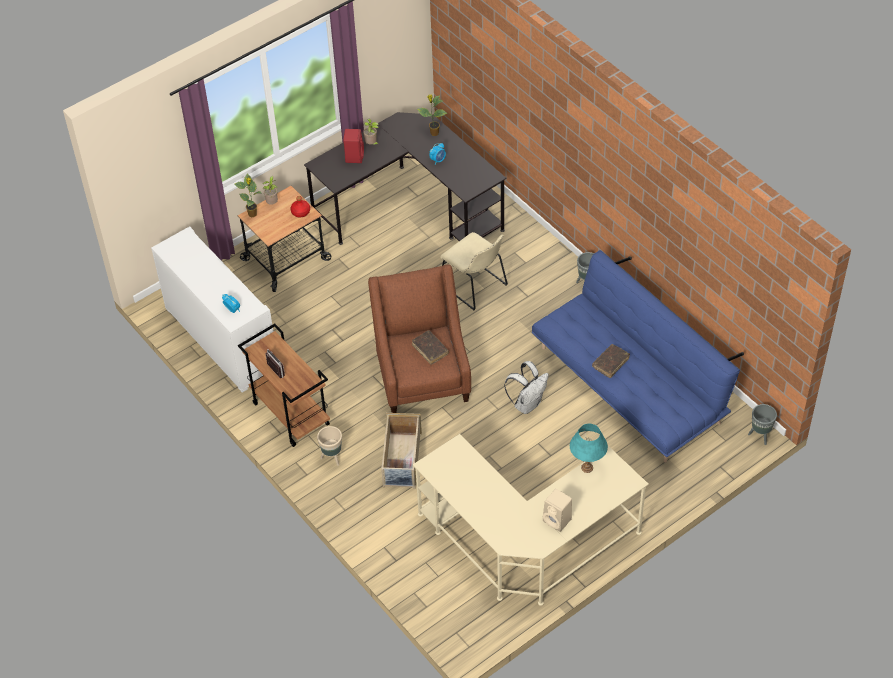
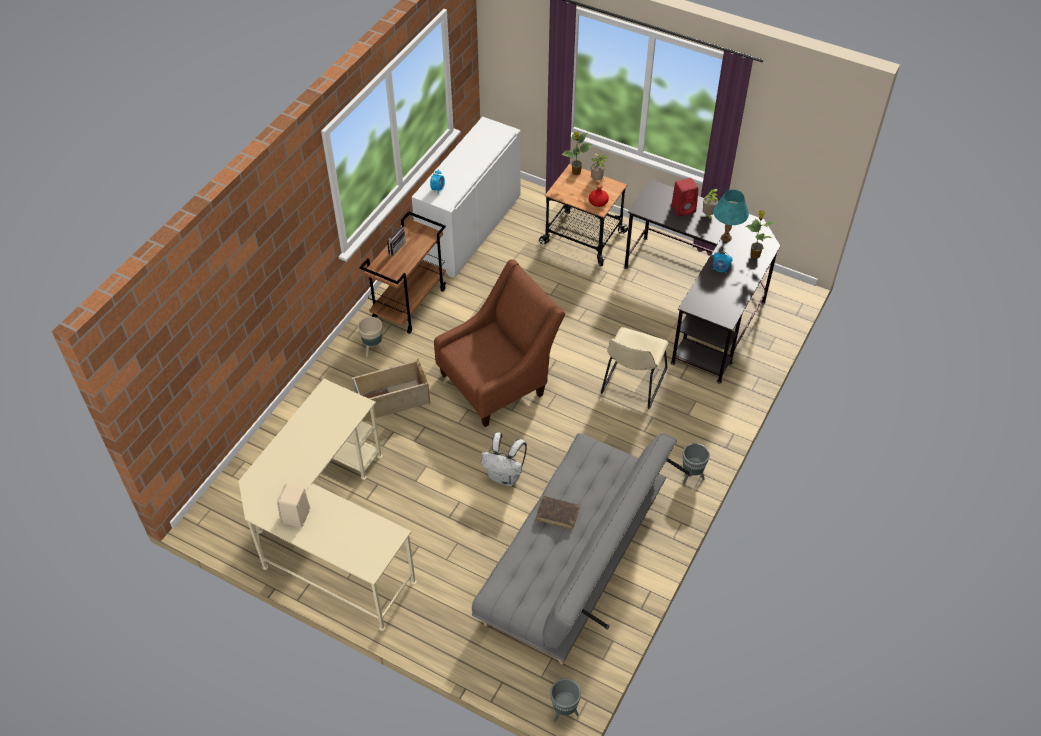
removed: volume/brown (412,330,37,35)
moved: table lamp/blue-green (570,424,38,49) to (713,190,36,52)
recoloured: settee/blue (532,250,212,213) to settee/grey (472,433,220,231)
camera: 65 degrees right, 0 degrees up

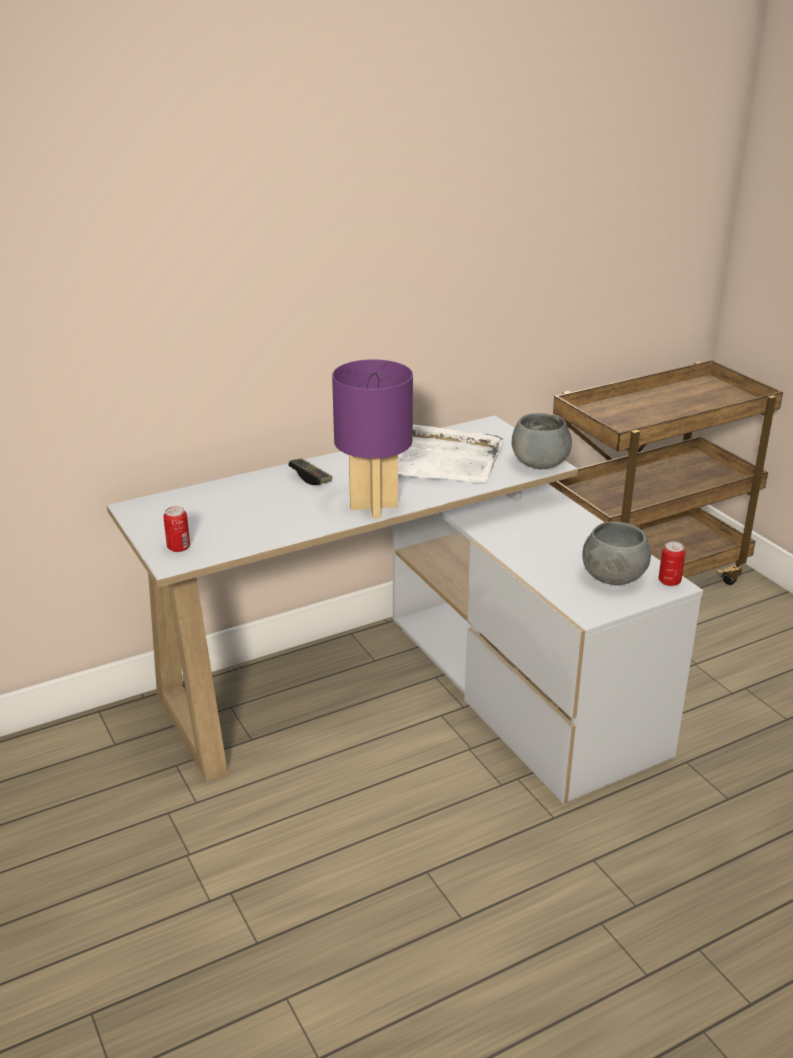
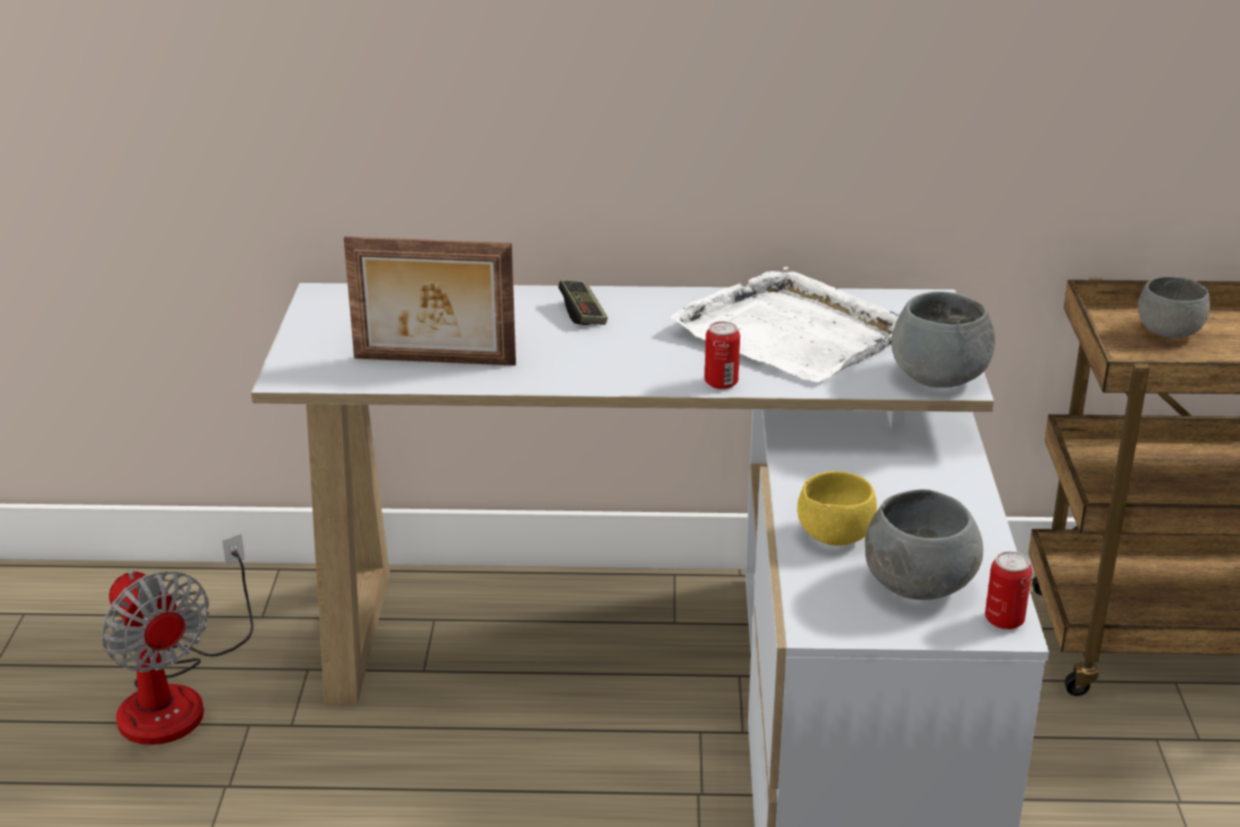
removed: table lamp/purplish (332,359,81,160)
added: electric fan (101,534,153,211); picture frame (344,237,172,129); bowl/yellow (797,471,80,75); bowl/grey (1138,276,72,62)
moved: metal can (163,506,27,46) to (705,321,35,69)
camera: 30 degrees right, 0 degrees up

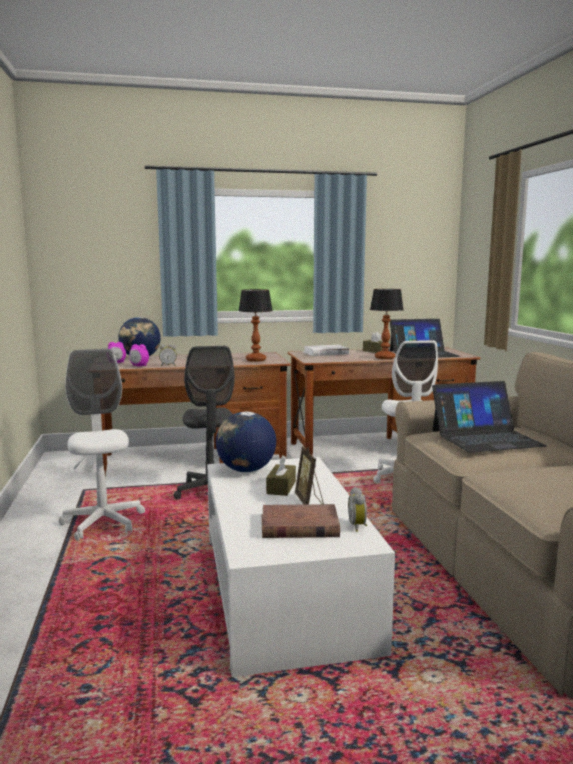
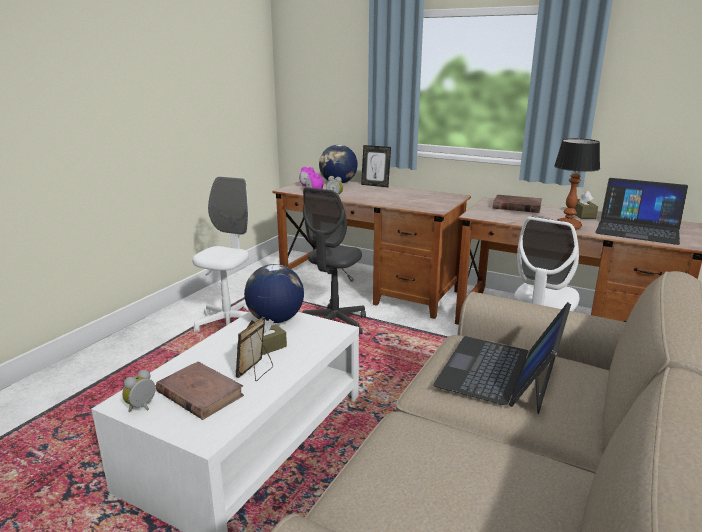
removed: table lamp (238,289,35,73)
added: picture frame (361,145,30,42)
moved: alarm clock (348,487,19,45) to (122,369,33,43)
recoloured: volume/white (303,345,46,11) to volume/brown (493,195,49,18)
turned: notebook computer (432,381,115,72) = (433,302,138,112) 90 degrees clockwise
camera: 40 degrees right, 10 degrees up

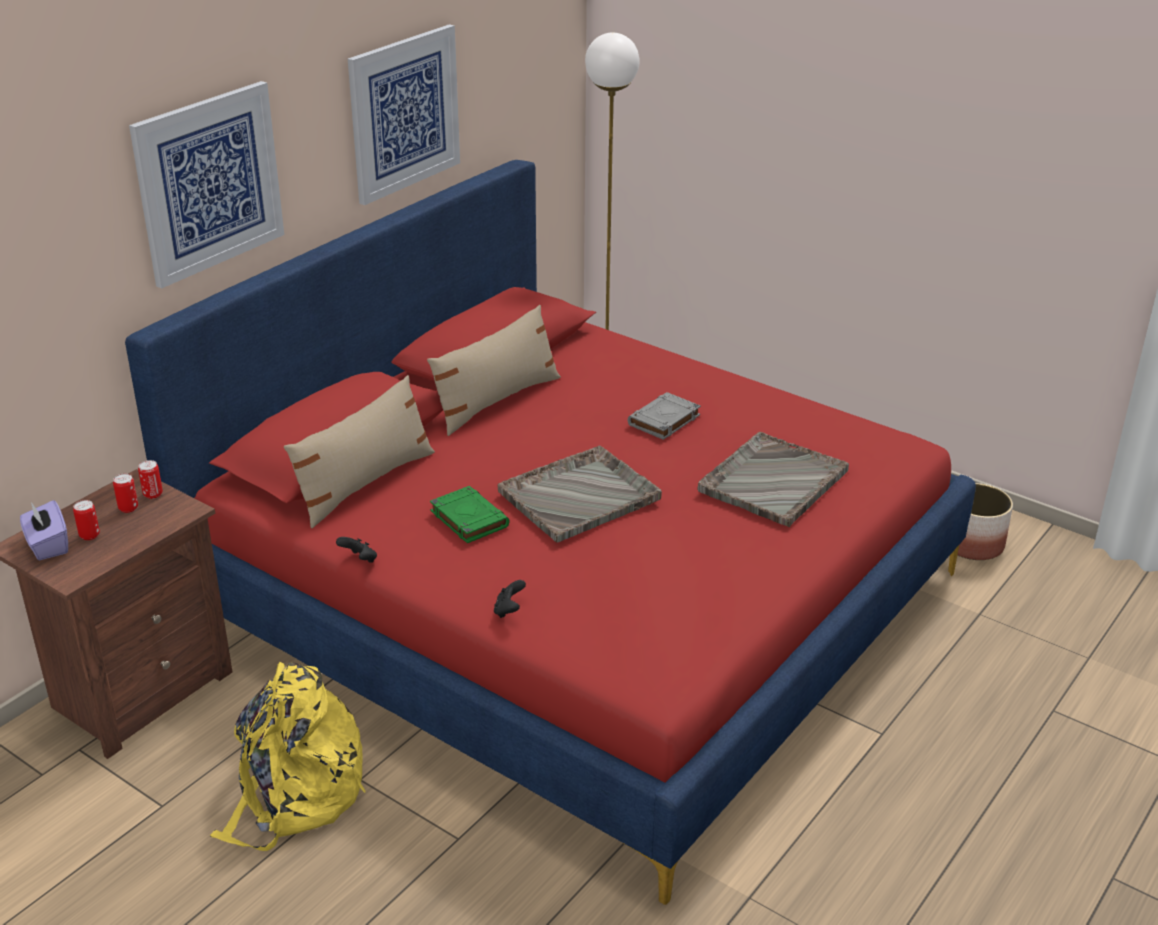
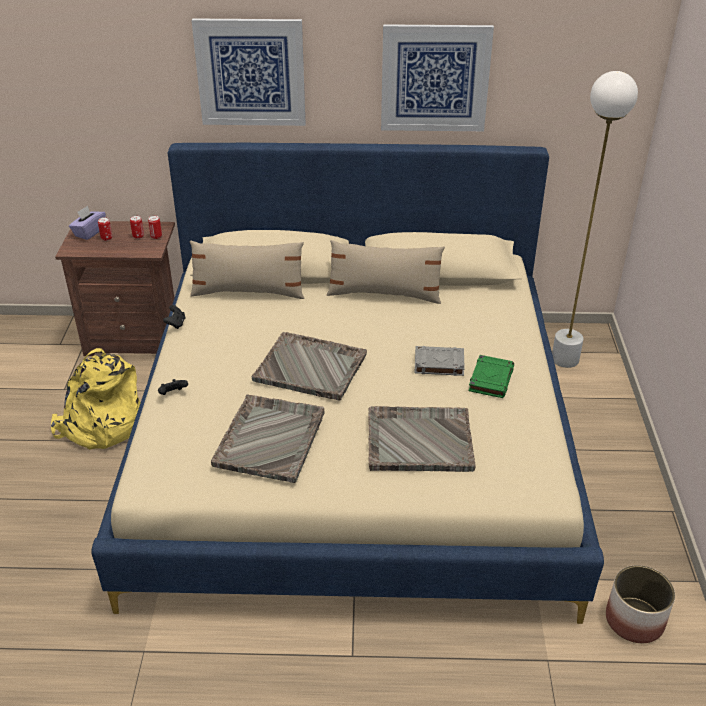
added: serving tray/grey (211,395,114,88)
moved: volume/green (430,486,80,57) to (469,355,45,43)
recoloured: bedroom bed/red (125,160,851,745) to bedroom bed/beige (91,143,513,481)
camera: 55 degrees right, 5 degrees up

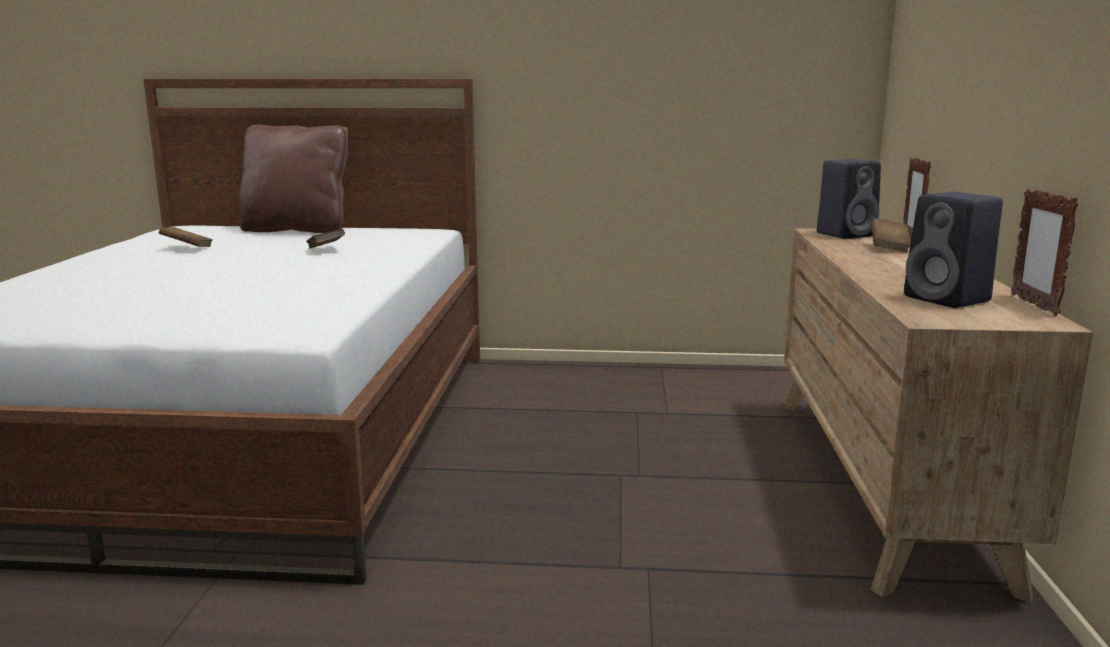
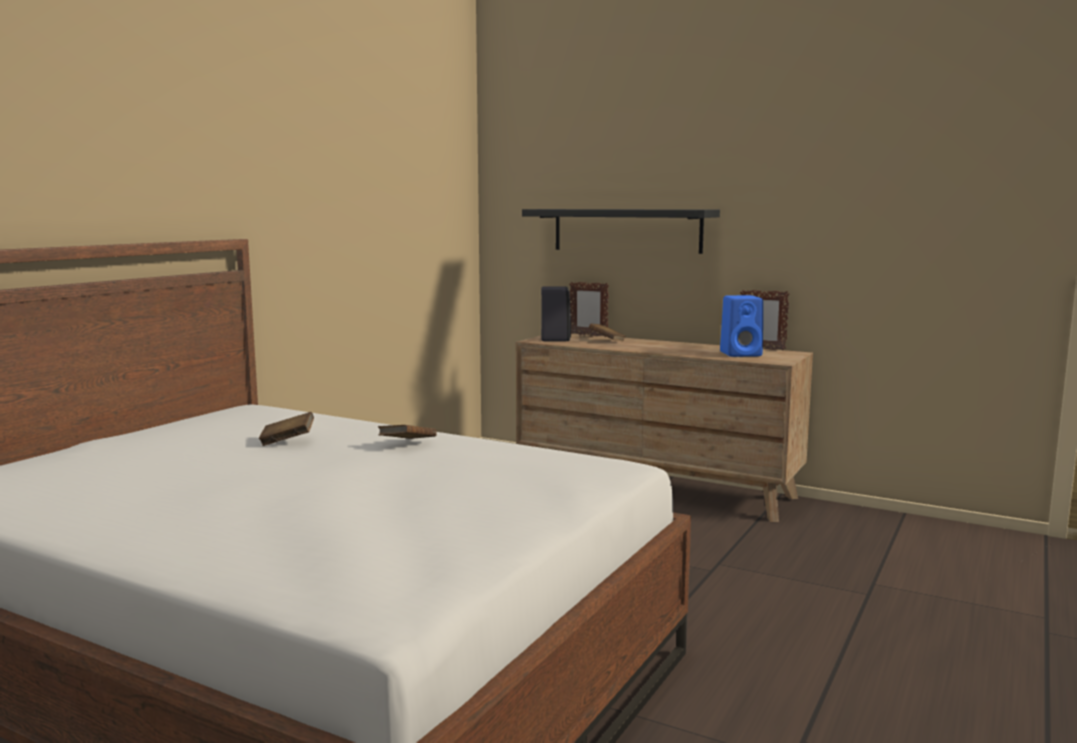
removed: throw pillow/brown (239,125,110,108)
added: wall shelf/black (522,209,198,45)
moved: volume/brown (159,227,54,20) to (378,425,59,14)
recoloured: loudspeaker/black (904,192,99,116) to loudspeaker/blue (720,295,43,62)
camera: 65 degrees left, 5 degrees down

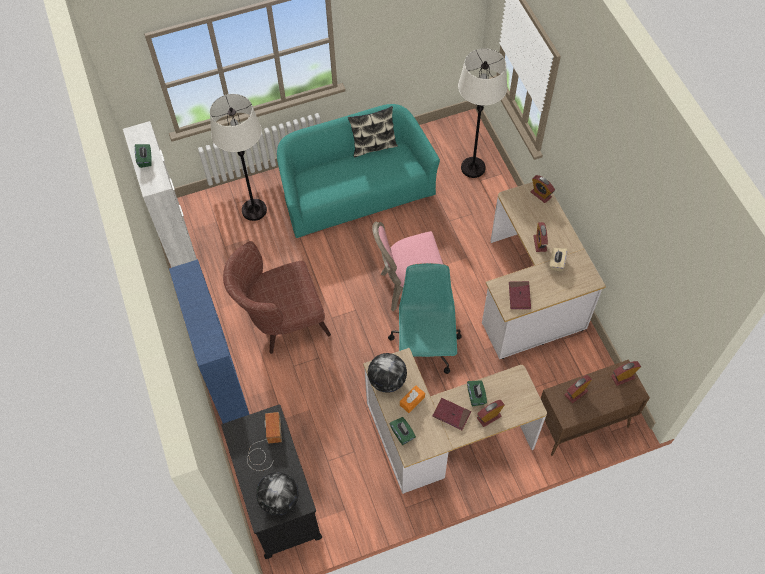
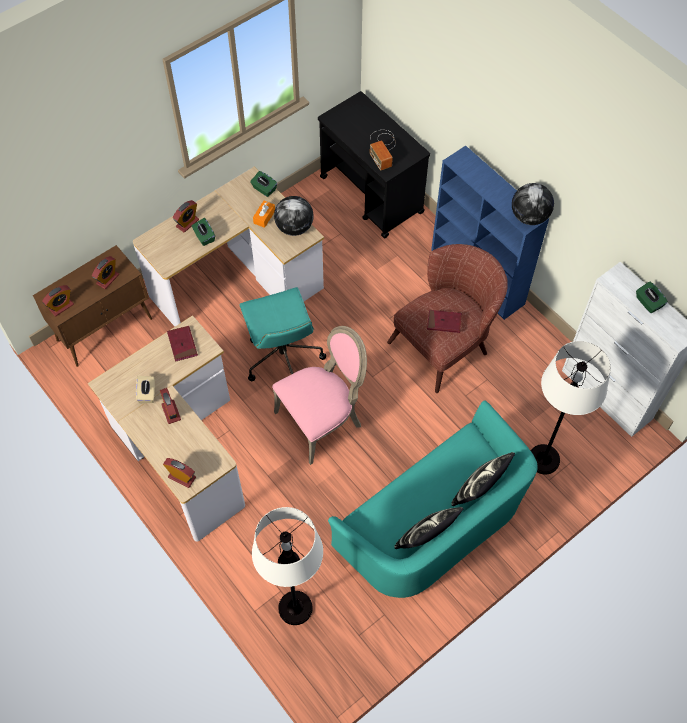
added: throw pillow (451,452,64,54)
moved: volume/red (433,398,38,32) to (427,310,35,23); desk globe (256,472,42,43) to (512,183,42,42)
camera: 160 degrees right, 0 degrees up

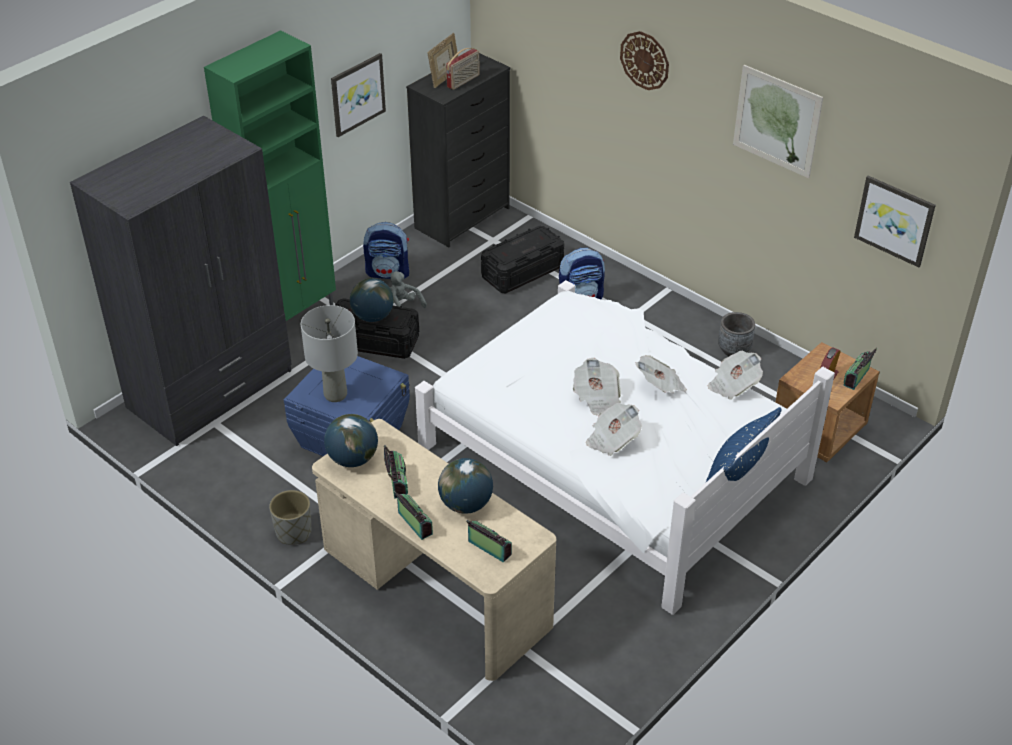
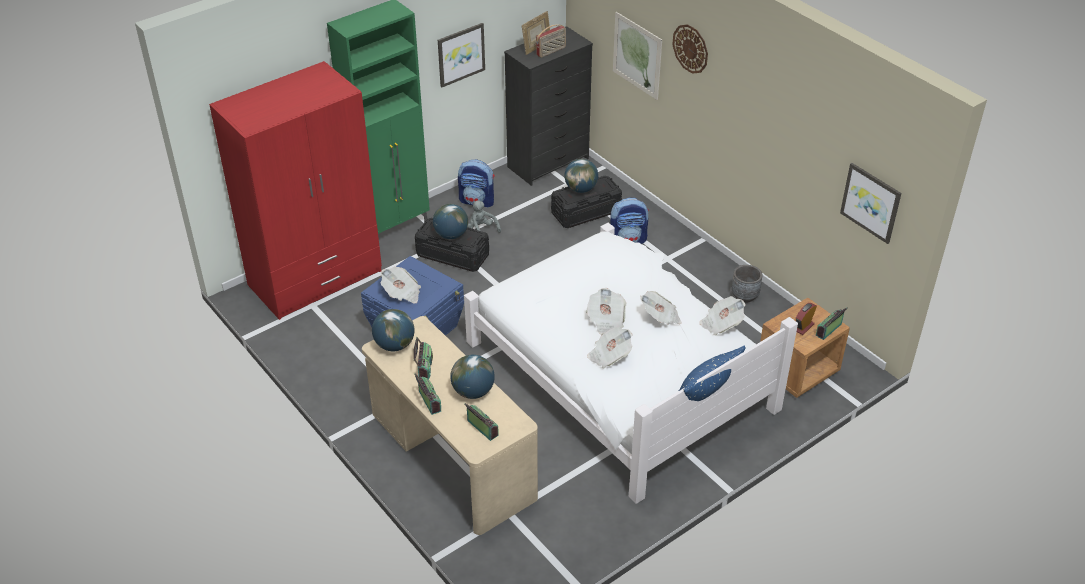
removed: plant pot/grey (269,490,42,55)
added: desk globe (565,159,33,34)
moved: wall art (733,65,90,113) to (613,12,49,88)
replaced: table lamp/grey (301,305,57,97) to printed paper (381,267,40,37)
recoloured: wardrobe/grey (70,115,222,331) to wardrobe/red (209,61,173,259)
camera: 10 degrees right, 0 degrees up

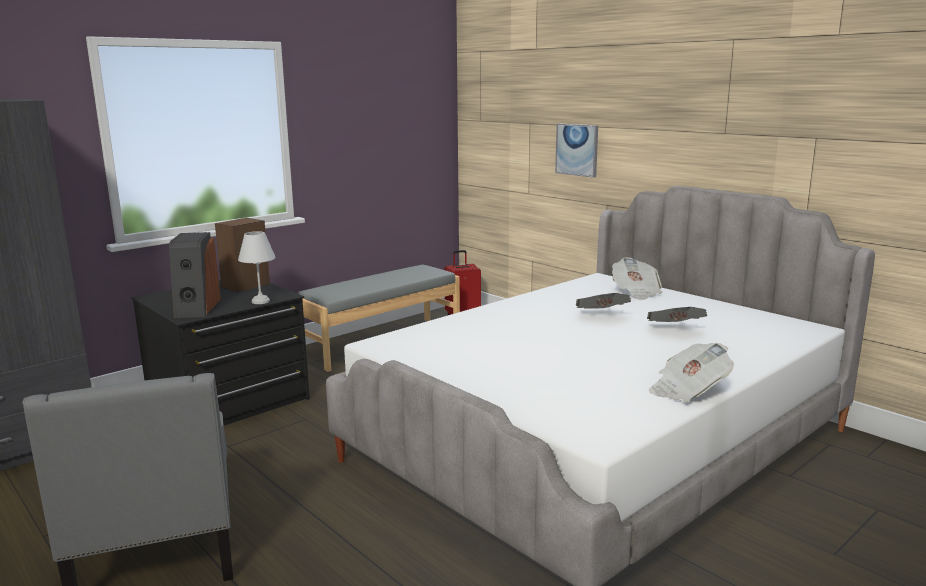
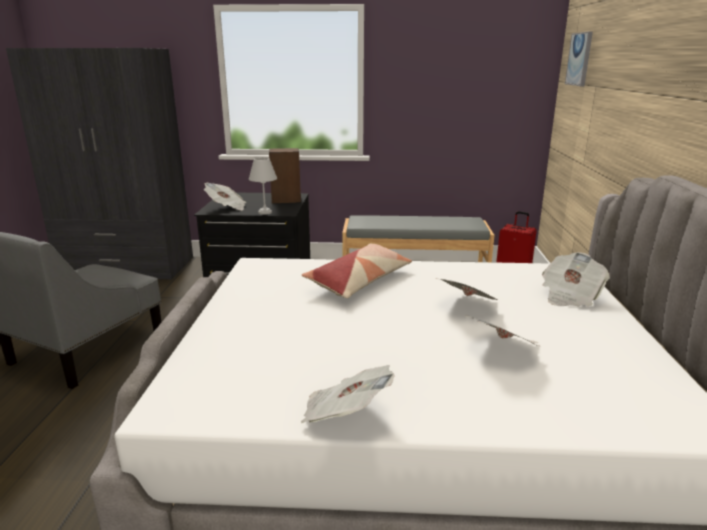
added: throw pillow (302,244,110,54)
moved: wall art (555,124,43,54) to (565,31,28,55)
replaced: loudspeaker (169,232,52,86) to printed paper (204,183,42,27)
camera: 45 degrees right, 5 degrees up

